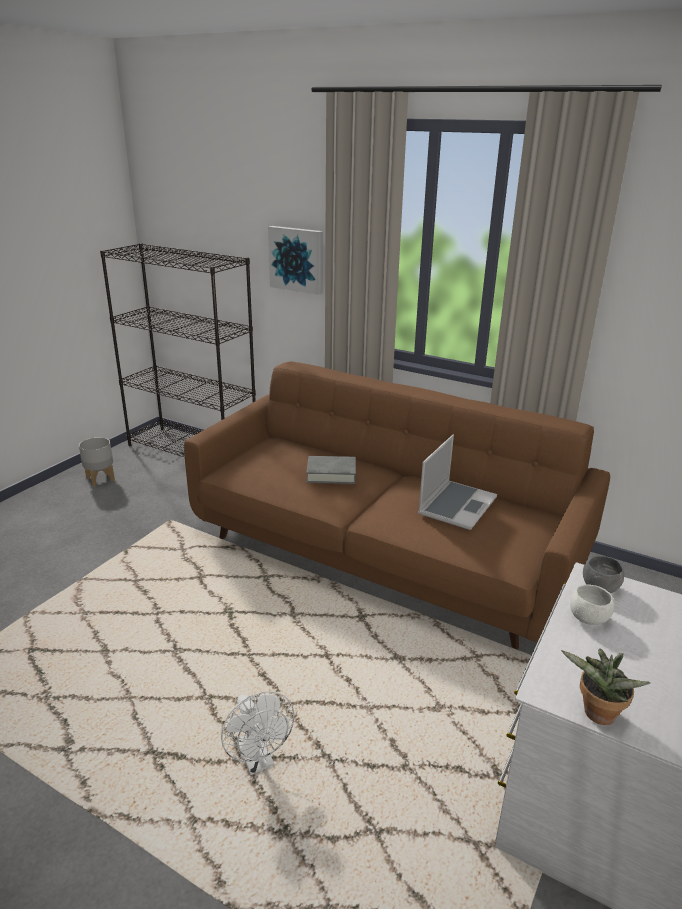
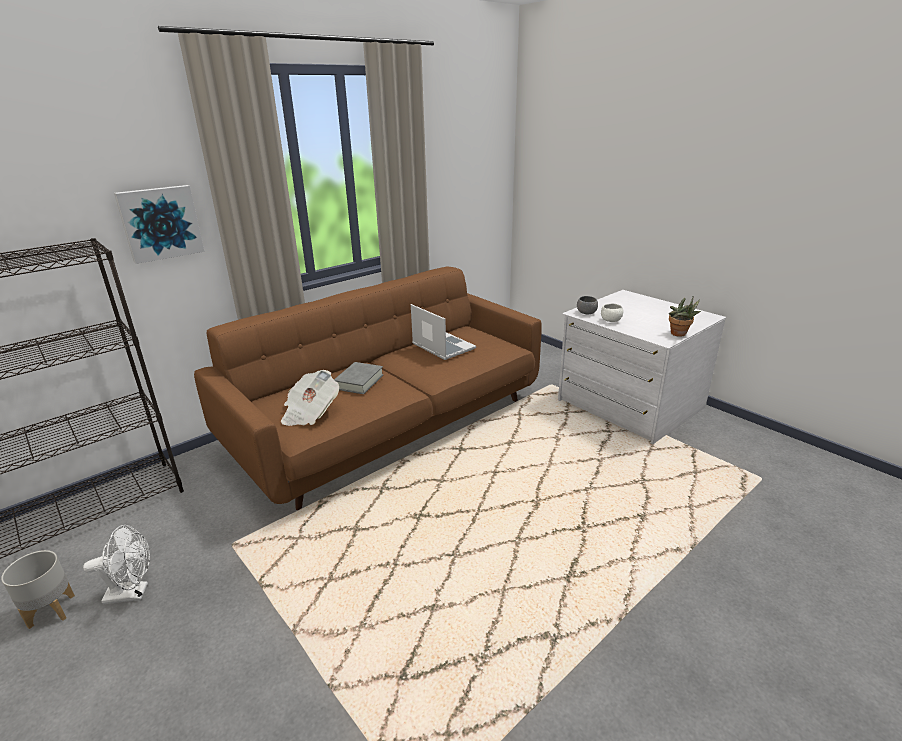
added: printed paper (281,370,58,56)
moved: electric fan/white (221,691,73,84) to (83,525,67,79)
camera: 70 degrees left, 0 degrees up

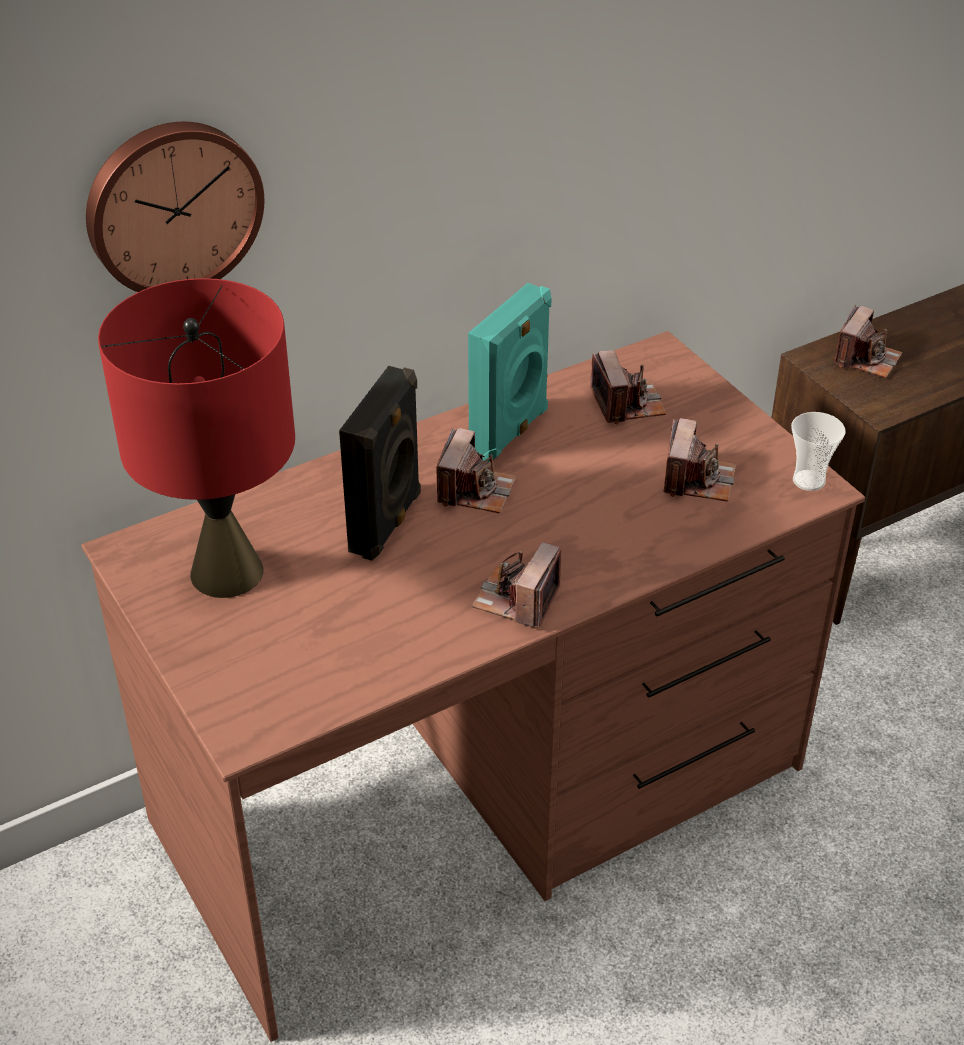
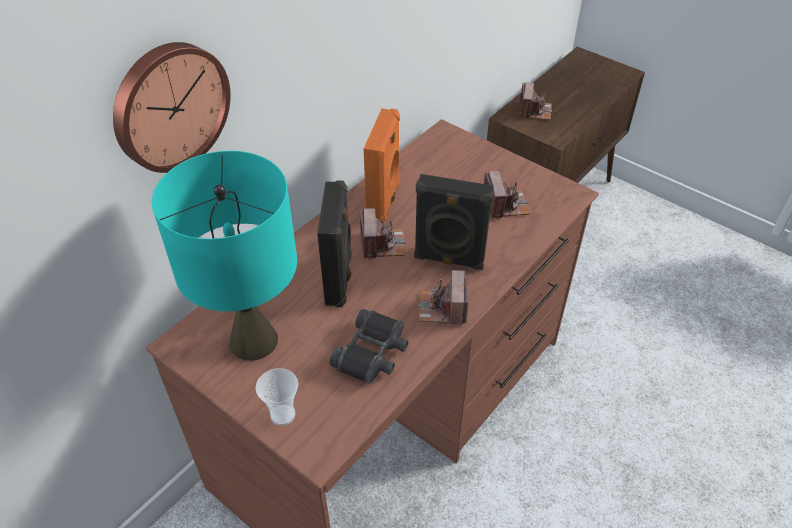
removed: photo camera (590,350,76,75)
added: pair of binoculars/black (330,309,79,75); loudspeaker/black (414,174,80,96)
moved: drinking cup (791,412,55,79) to (256,368,42,58)
recoloured: table lamp/red (98,278,197,320) to table lamp/blue-green (152,151,145,210); loudspeaker/blue-green (468,283,84,179) to loudspeaker/orange-coloured (364,108,36,114)
camera: 20 degrees left, 5 degrees up

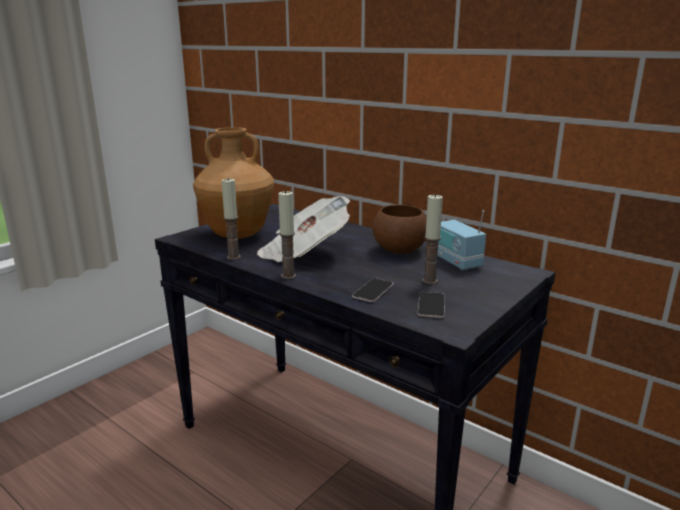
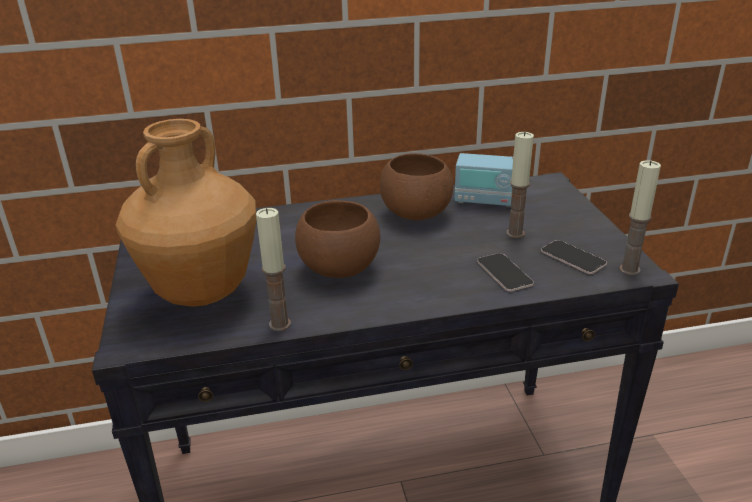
moved: candle (278,190,18,89) to (619,160,42,116)
replaced: printed paper (257,196,93,66) to bowl/brown (295,200,85,78)
camera: 50 degrees left, 10 degrees up

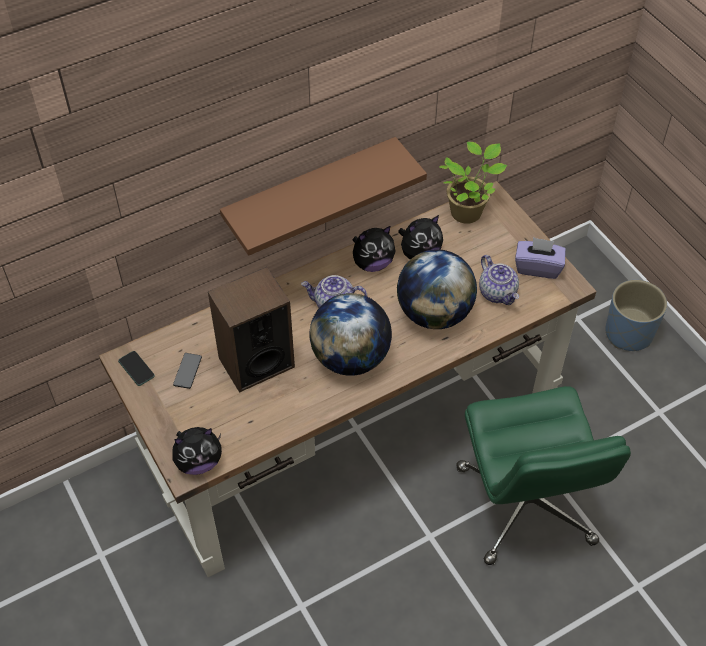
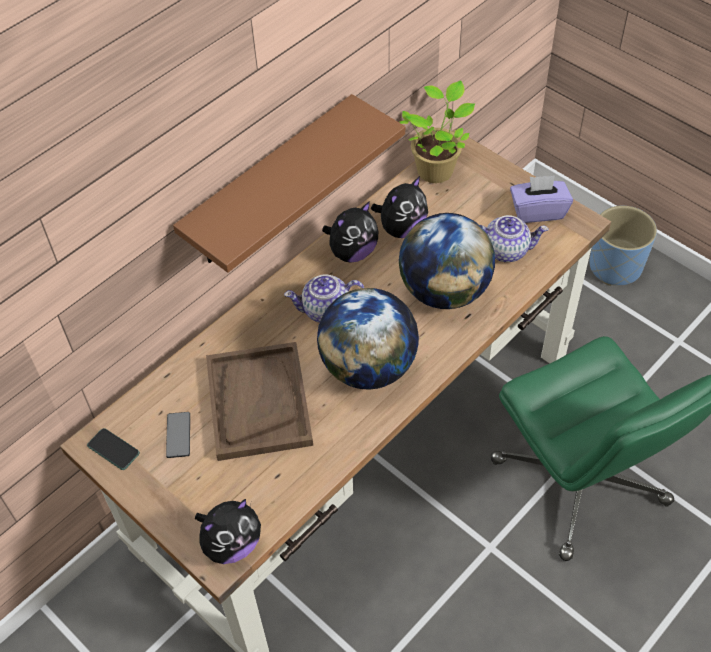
replaced: loudspeaker (208,267,87,126) to serving tray/brown (206,342,107,119)
turned: teapot (479,255,40,50) = (480,215,68,47) 45 degrees counterclockwise
camera: 15 degrees left, 0 degrees up

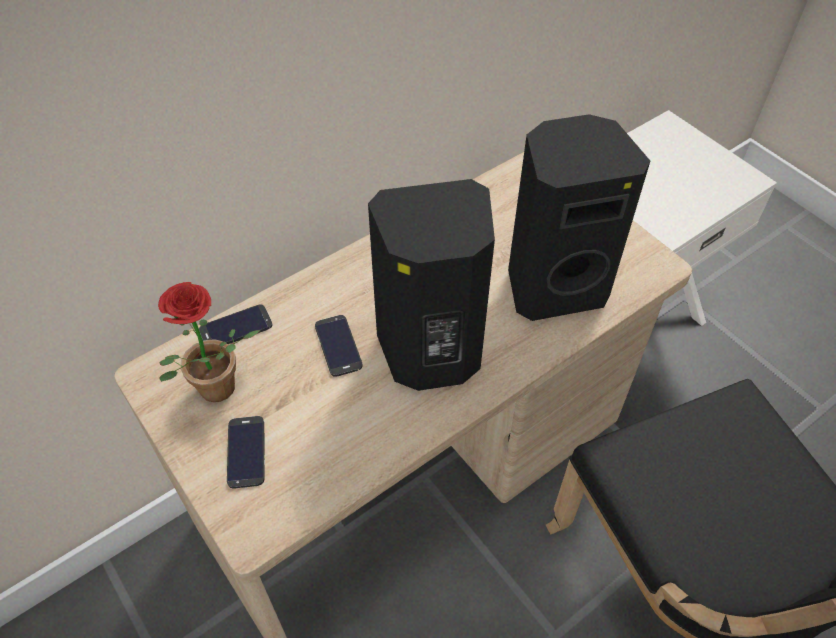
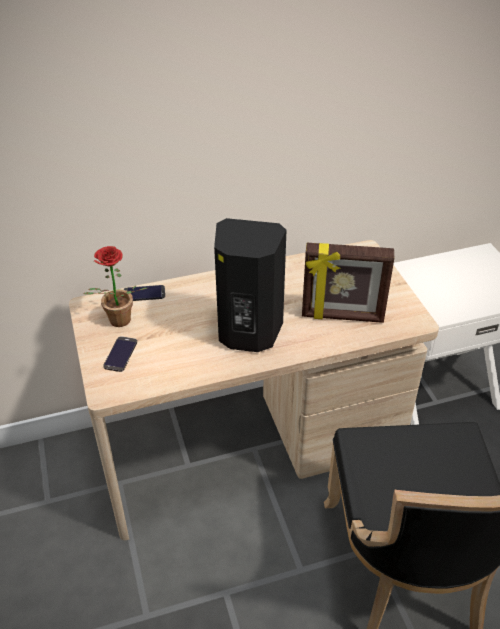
removed: phone (315,315,48,62)
replaced: loudspeaker/black (508,114,142,207) to picture frame (302,243,92,80)
camera: 20 degrees right, 10 degrees down

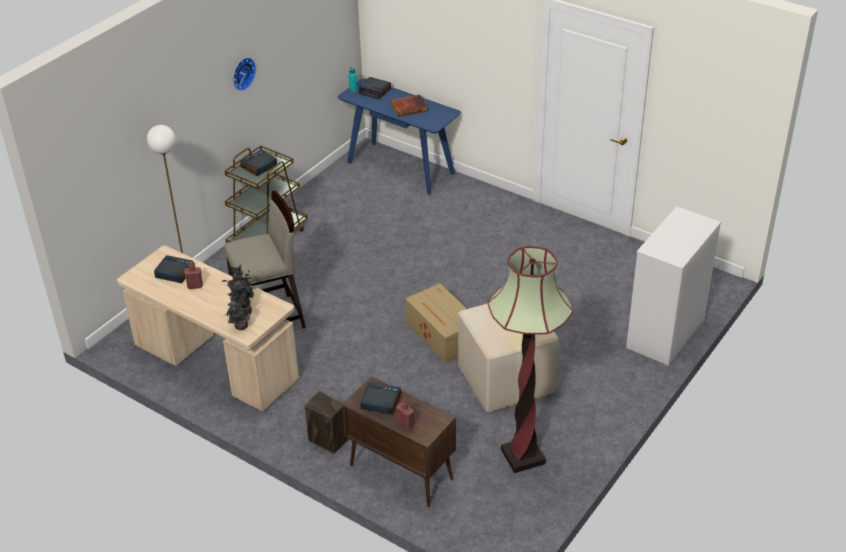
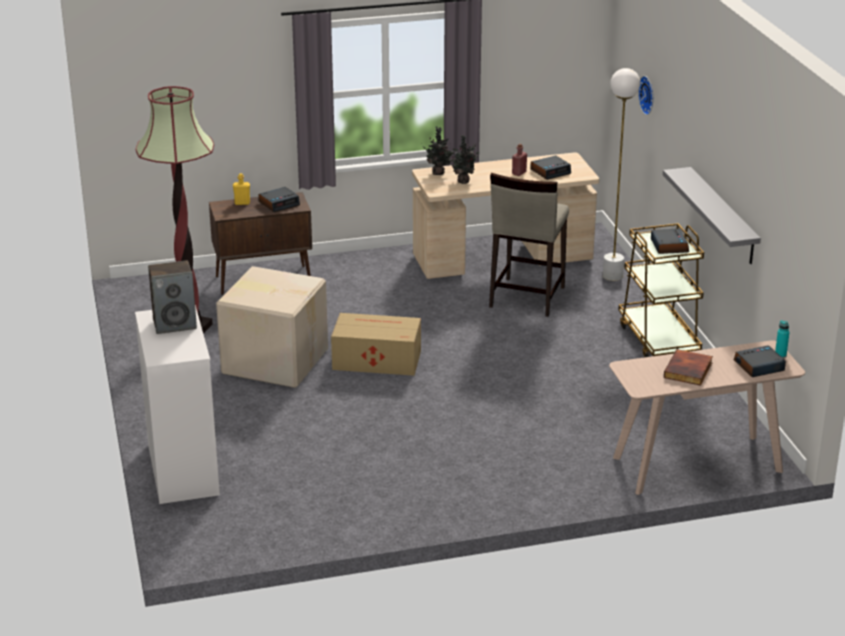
added: wall shelf/grey (663,167,98,97)
moved: loudspeaker (305,391,44,63) to (148,260,49,74); wall clock (233,57,23,34) to (638,76,15,39)
recoloured: drink bottle/red (396,398,18,32) to drink bottle/yellow (233,173,17,32); narrow table/blue (338,78,123,117) to narrow table/beige (609,340,196,155)
camera: 130 degrees right, 10 degrees down

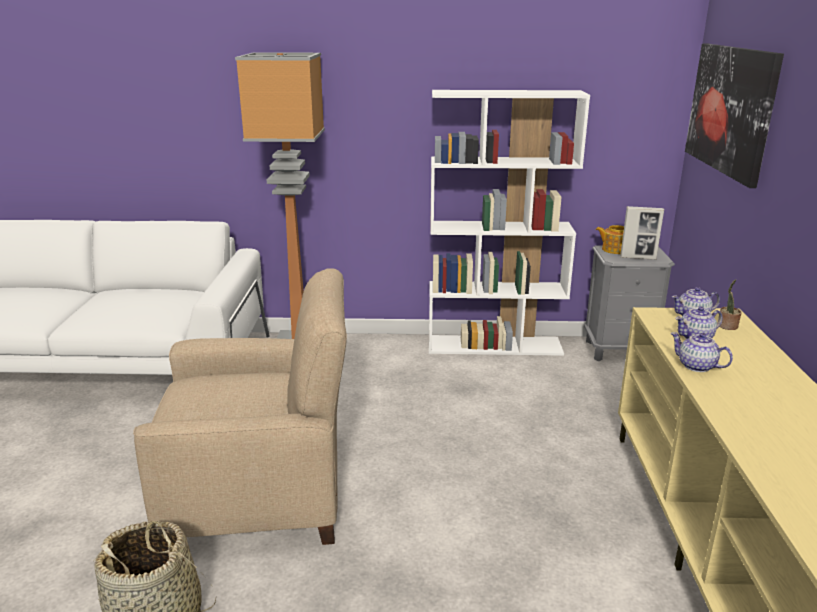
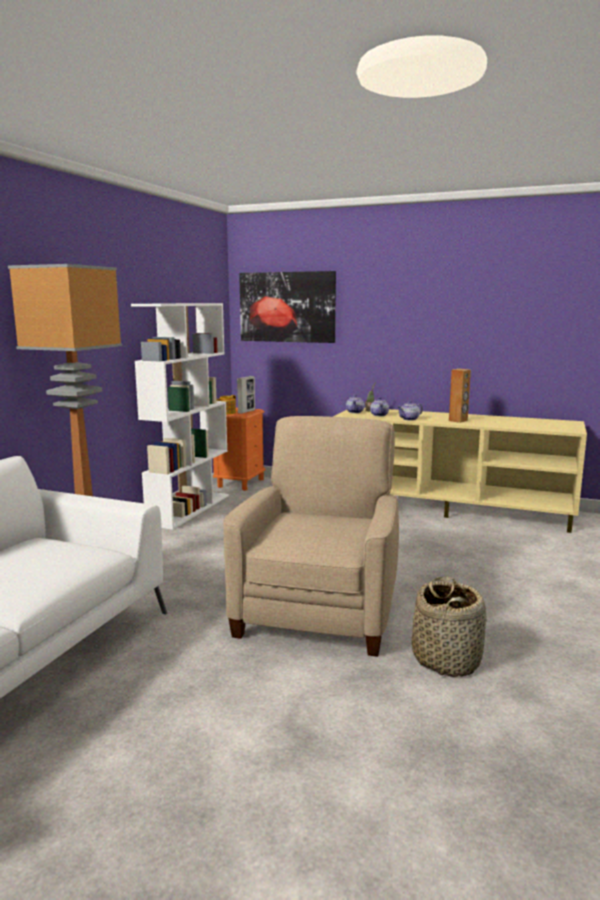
added: loudspeaker/brown (449,369,22,54)
recoloured: bedside table/grey (584,245,91,116) to bedside table/orange-coloured (213,408,53,83)
camera: 70 degrees left, 10 degrees down

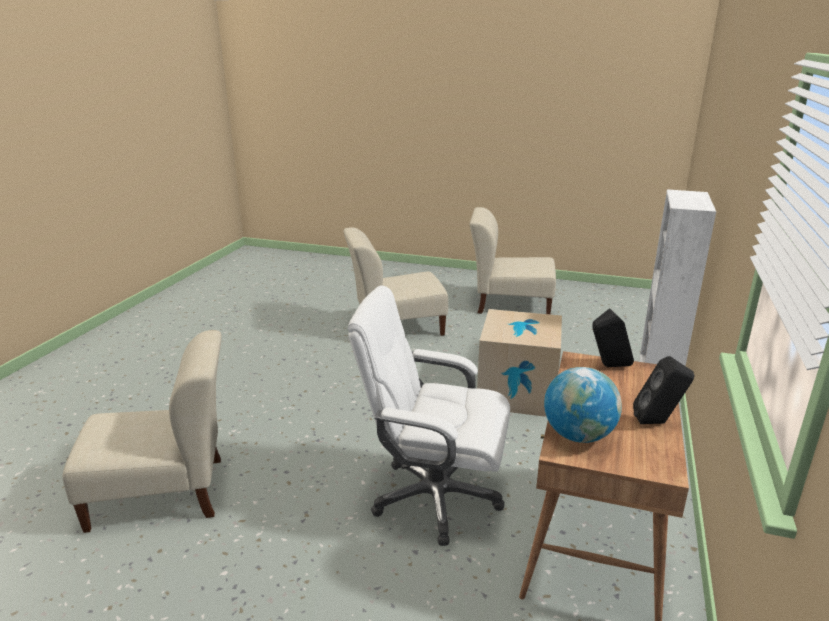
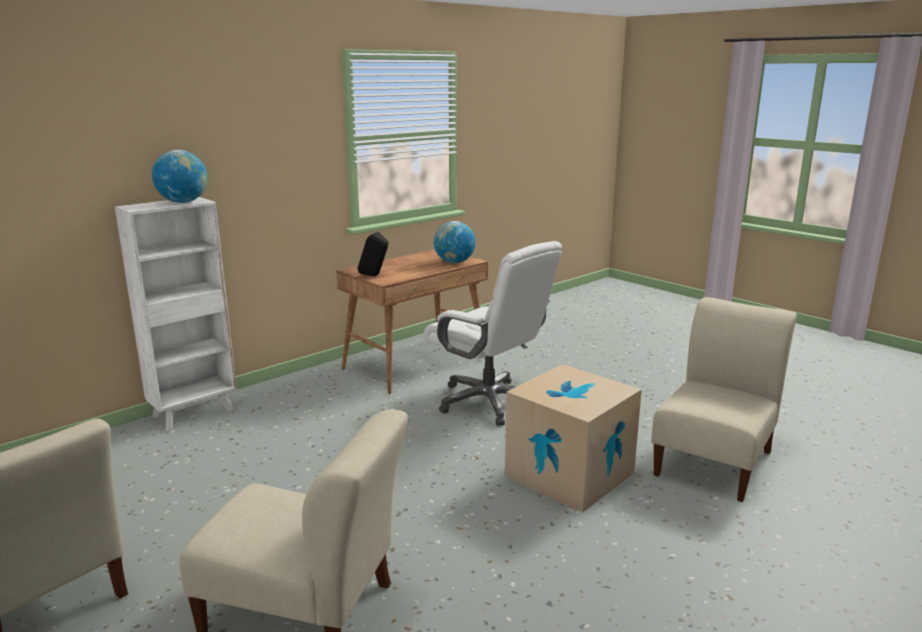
removed: loudspeaker/black (633,356,62,68)
added: desk globe (152,150,56,53)
moved: packing box (477,309,85,108) to (505,364,137,149)
turned: upright chair/beige (62,330,160,203) = (651,297,146,205) 105 degrees clockwise
camera: 150 degrees left, 5 degrees down

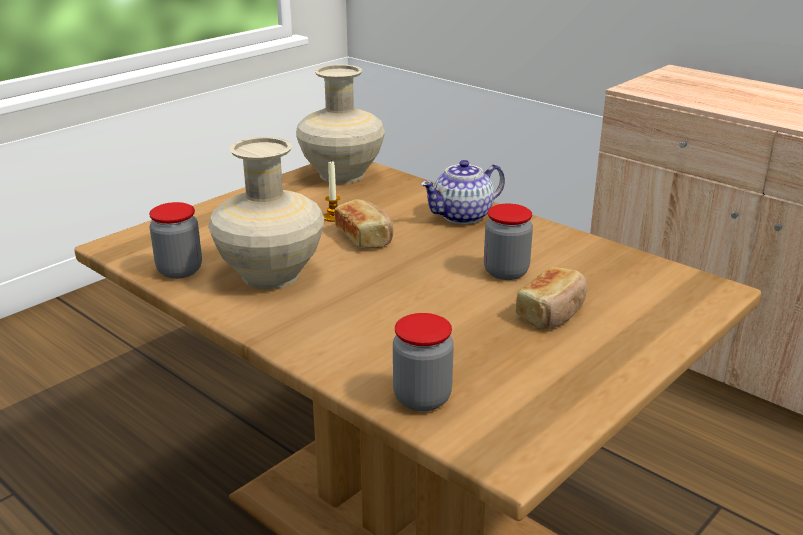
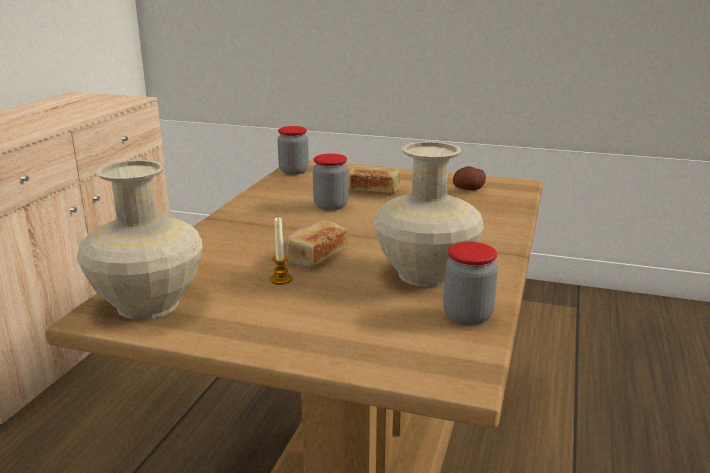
removed: teapot (420,160,85,64)
added: whole potato (453,166,33,25)
moved: jar (393,313,61,98) to (278,126,31,49)
camera: 115 degrees left, 5 degrees down

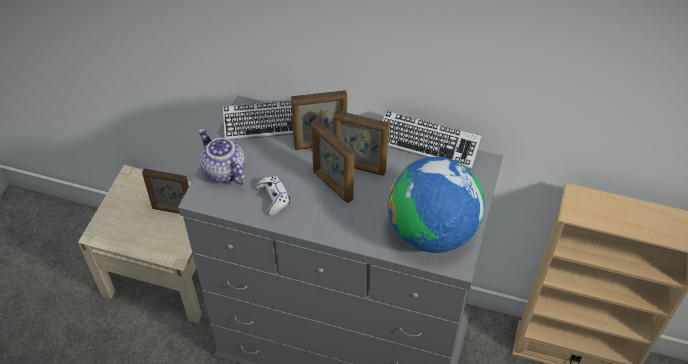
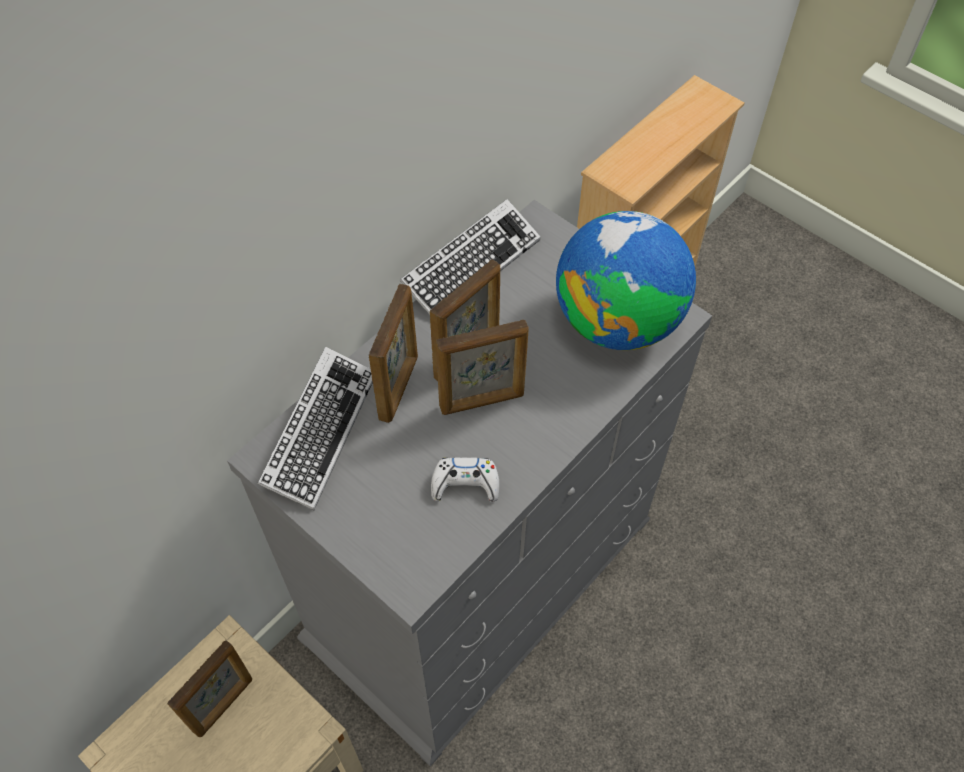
removed: teapot (199,129,46,56)
camera: 65 degrees left, 5 degrees up

